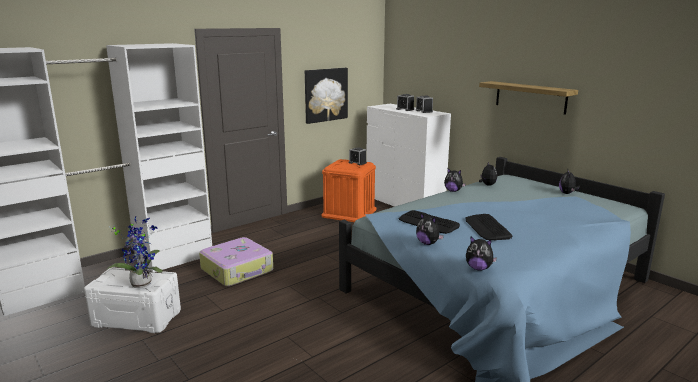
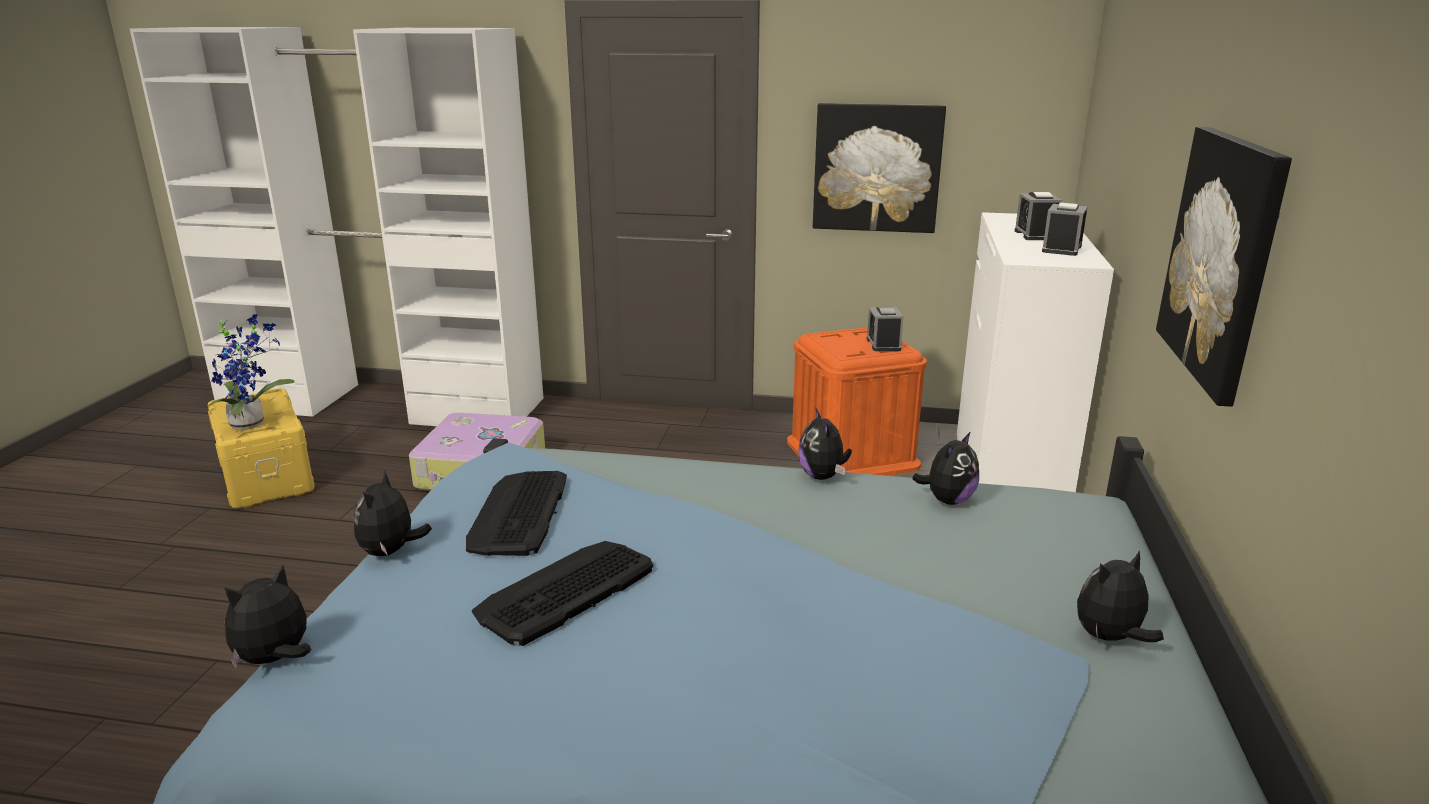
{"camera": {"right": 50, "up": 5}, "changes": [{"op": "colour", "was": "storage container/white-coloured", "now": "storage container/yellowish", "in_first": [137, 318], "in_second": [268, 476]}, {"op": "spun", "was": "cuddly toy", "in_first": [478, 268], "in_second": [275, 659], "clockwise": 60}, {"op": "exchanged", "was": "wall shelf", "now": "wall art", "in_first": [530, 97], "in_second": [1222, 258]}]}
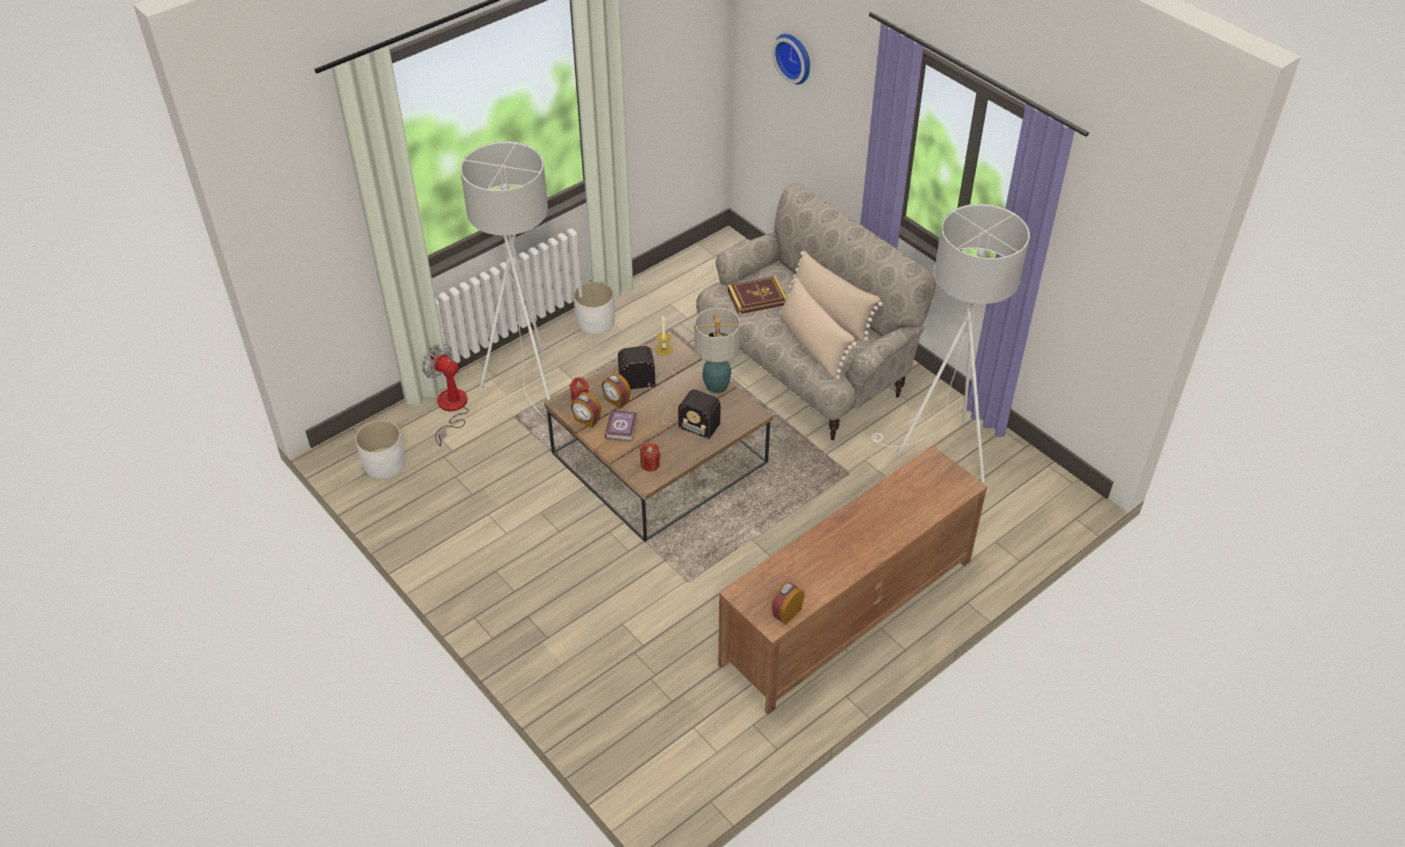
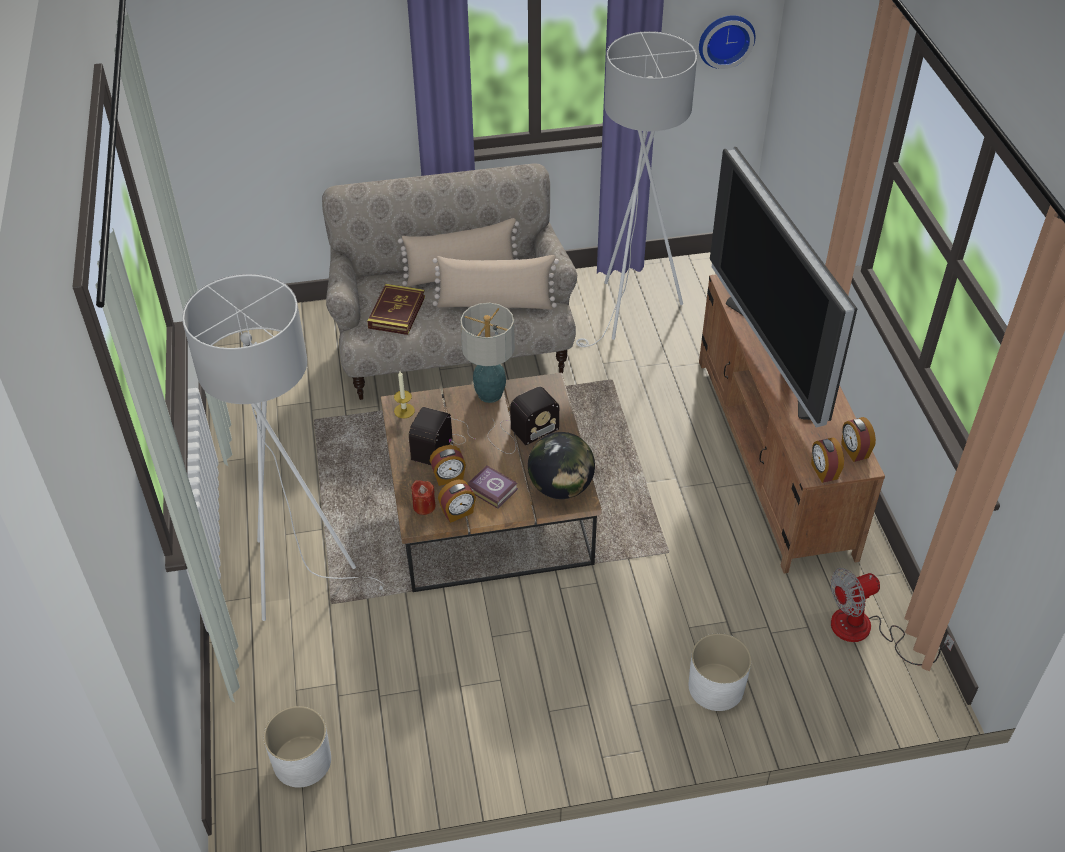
{"camera": {"right": -60, "up": 0}, "changes": [{"op": "exchanged", "was": "wax candle/reddish", "now": "globe", "in_first": [650, 464], "in_second": [560, 487]}, {"op": "relocated", "was": "plant pot/white-coloured", "in_first": [595, 321], "in_second": [715, 687]}, {"op": "relocated", "was": "hanging clock", "in_first": [795, 57], "in_second": [725, 39]}, {"op": "appeared", "now": "TV set", "in_second": [776, 355]}, {"op": "appeared", "now": "table clock", "in_second": [823, 471]}, {"op": "relocated", "was": "fan", "in_first": [451, 409], "in_second": [865, 632]}]}
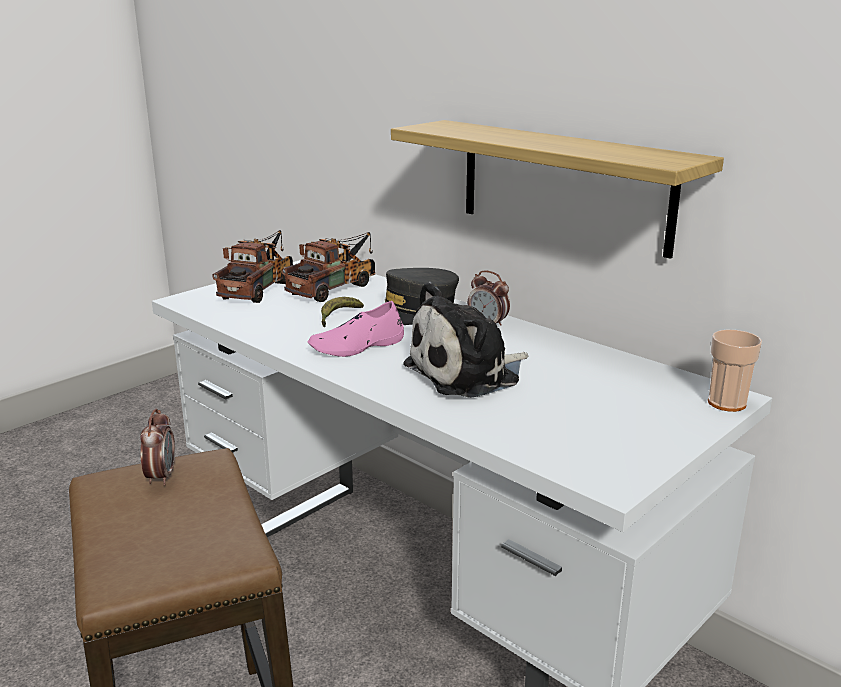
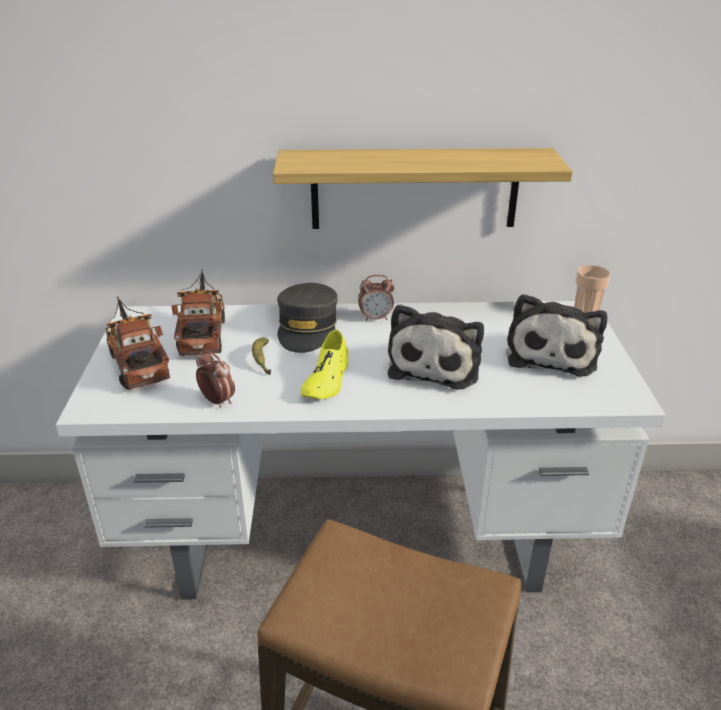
{"camera": {"right": -45, "up": 10}, "changes": [{"op": "relocated", "was": "table clock", "in_first": [161, 477], "in_second": [217, 401]}, {"op": "colour", "was": "shoe/pink", "now": "shoe/yellowish", "in_first": [357, 346], "in_second": [327, 379]}, {"op": "appeared", "now": "cuddly toy", "in_second": [551, 353]}]}
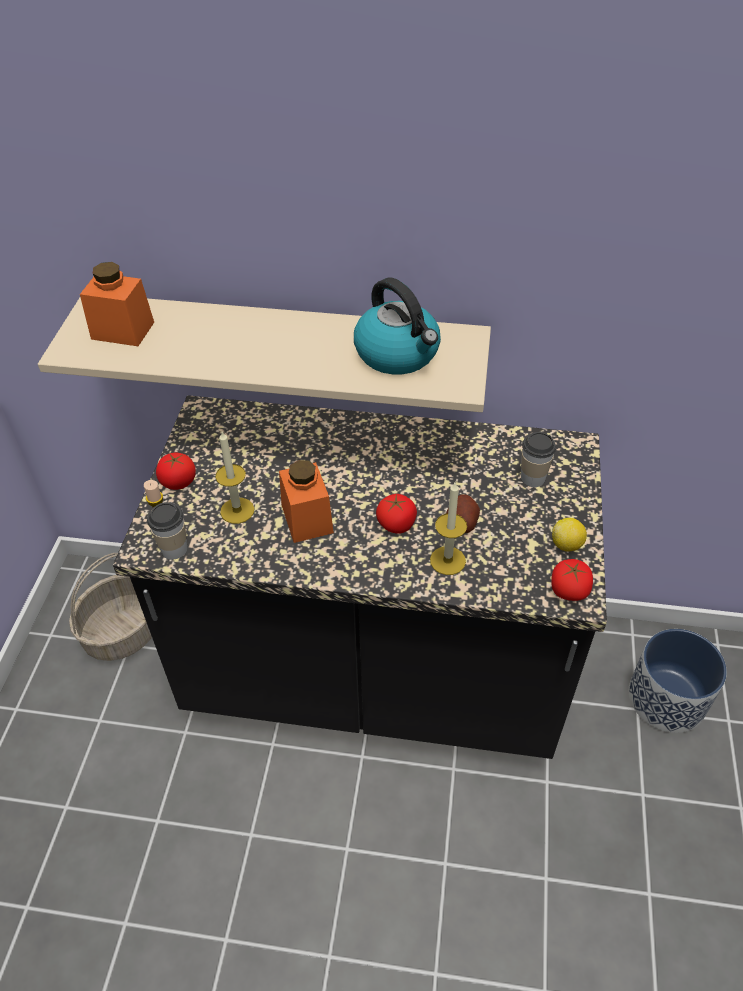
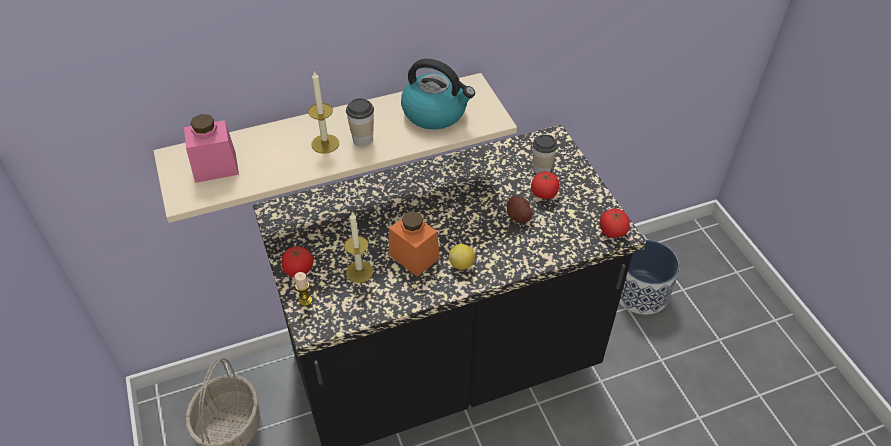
{"camera": {"right": -30, "up": 0}, "changes": [{"op": "colour", "was": "storage jar/orange-coloured", "now": "storage jar/pink", "in_first": [123, 330], "in_second": [215, 167]}, {"op": "relocated", "was": "wax candle", "in_first": [447, 560], "in_second": [325, 144]}, {"op": "relocated", "was": "cup", "in_first": [174, 549], "in_second": [362, 139]}, {"op": "relocated", "was": "whole lemon", "in_first": [567, 545], "in_second": [461, 264]}, {"op": "relocated", "was": "tomato", "in_first": [396, 524], "in_second": [544, 193]}]}
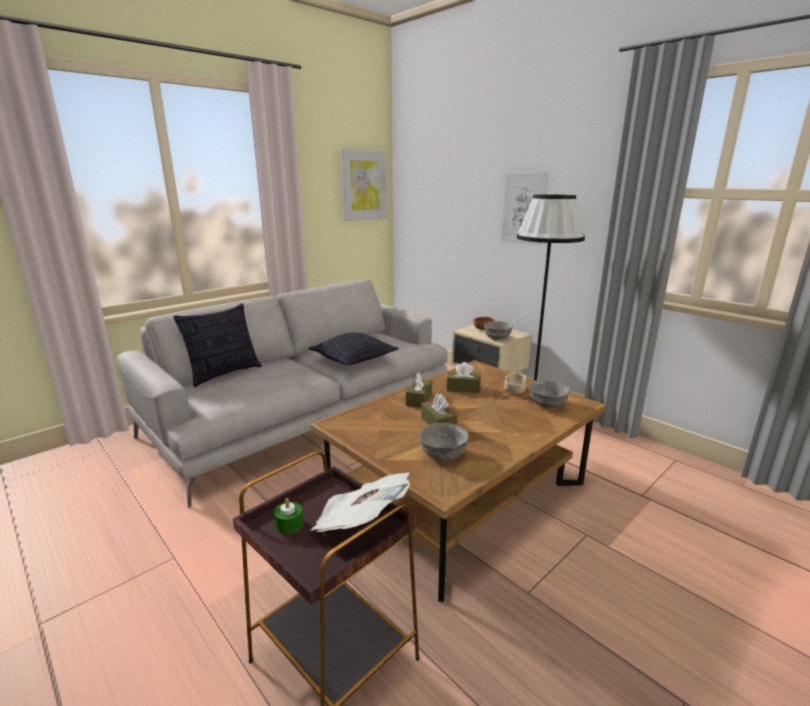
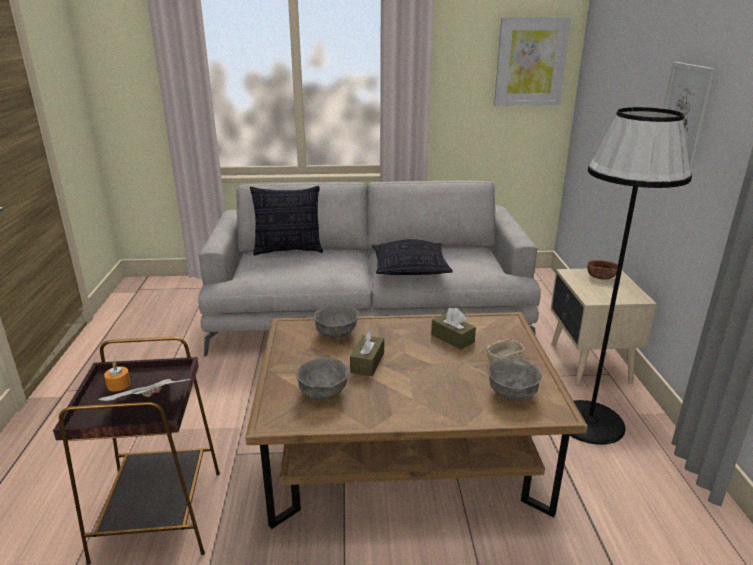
{"camera": {"right": 40, "up": 5}, "changes": [{"op": "colour", "was": "wax candle/green-coloured", "now": "wax candle/orange-coloured", "in_first": [289, 524], "in_second": [118, 384]}, {"op": "relocated", "was": "deep dish/grey", "in_first": [497, 338], "in_second": [336, 333]}, {"op": "missing", "was": "tissue box/brownish", "in_first": [419, 399]}]}
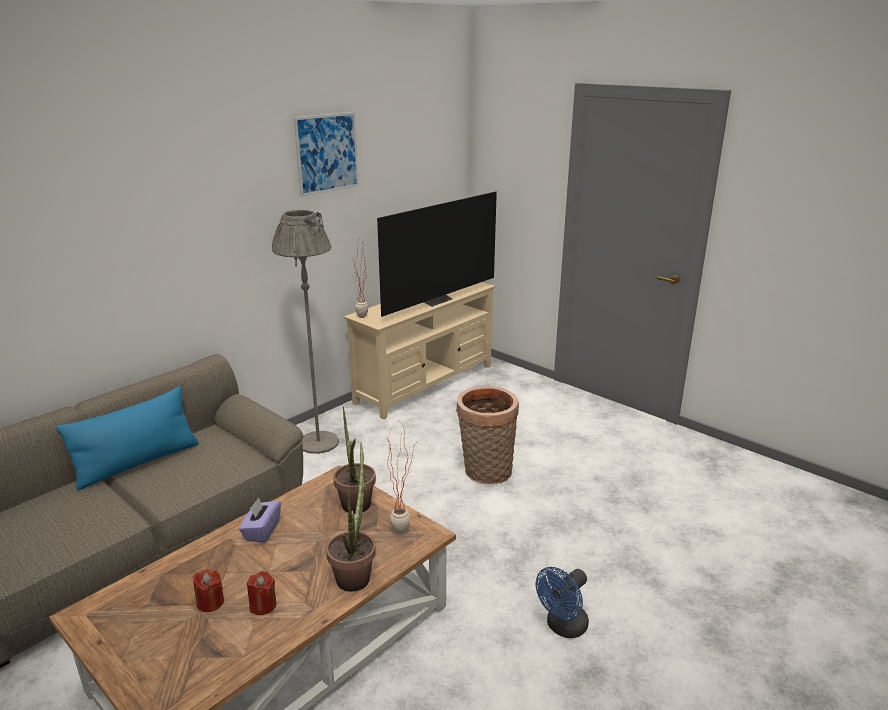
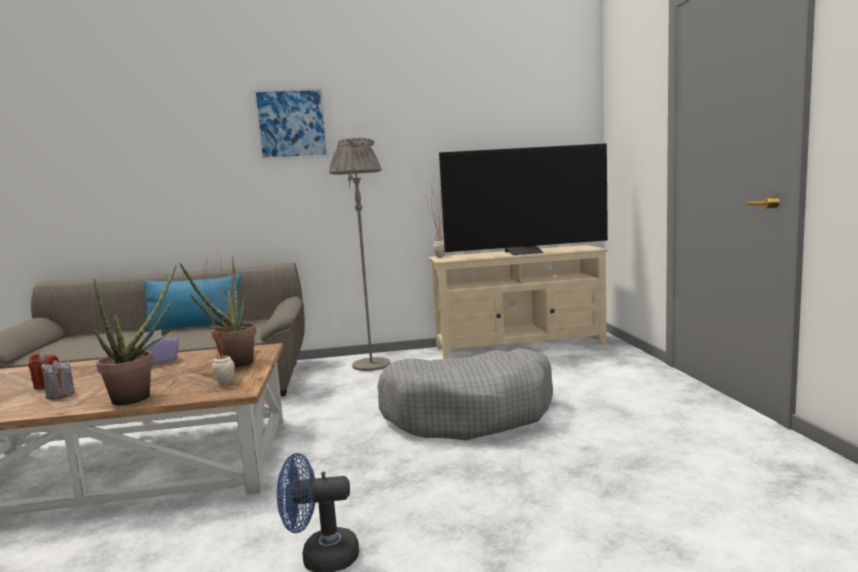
{"camera": {"right": 40, "up": -15}, "changes": [{"op": "colour", "was": "wax candle/reddish", "now": "wax candle/grey", "in_first": [263, 605], "in_second": [60, 395]}, {"op": "relocated", "was": "wall art", "in_first": [327, 153], "in_second": [291, 124]}, {"op": "exchanged", "was": "household basket", "now": "dog bed/grey", "in_first": [485, 473], "in_second": [469, 413]}]}
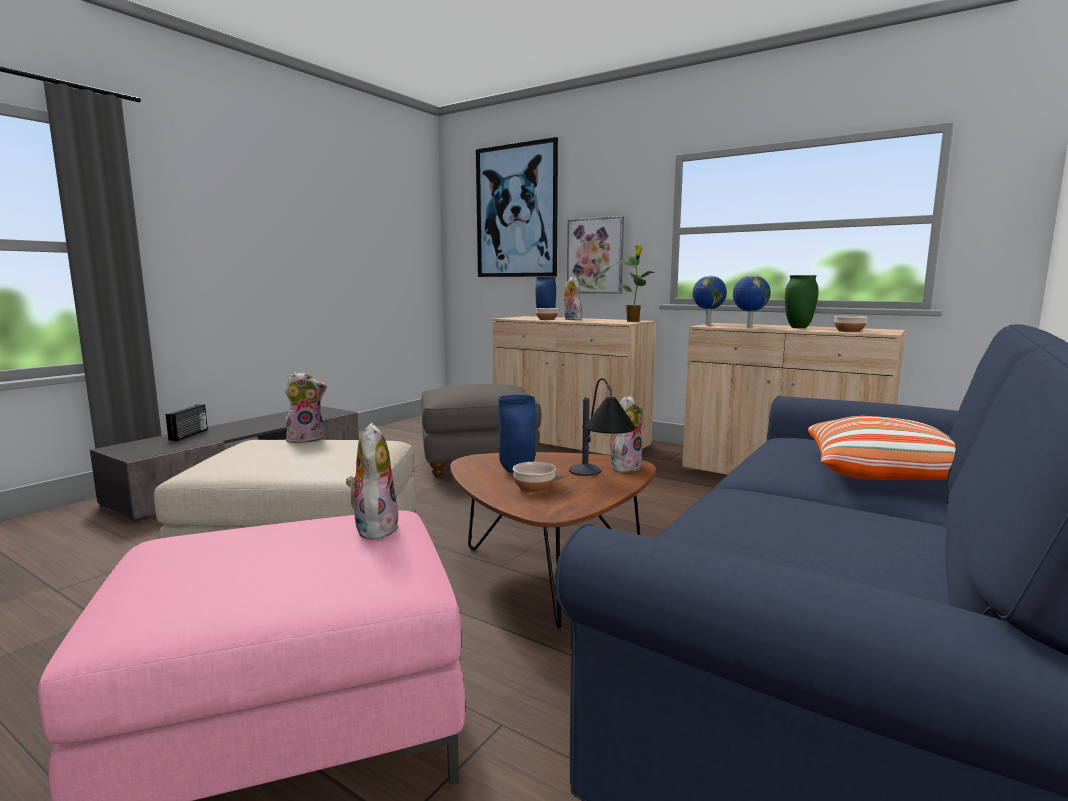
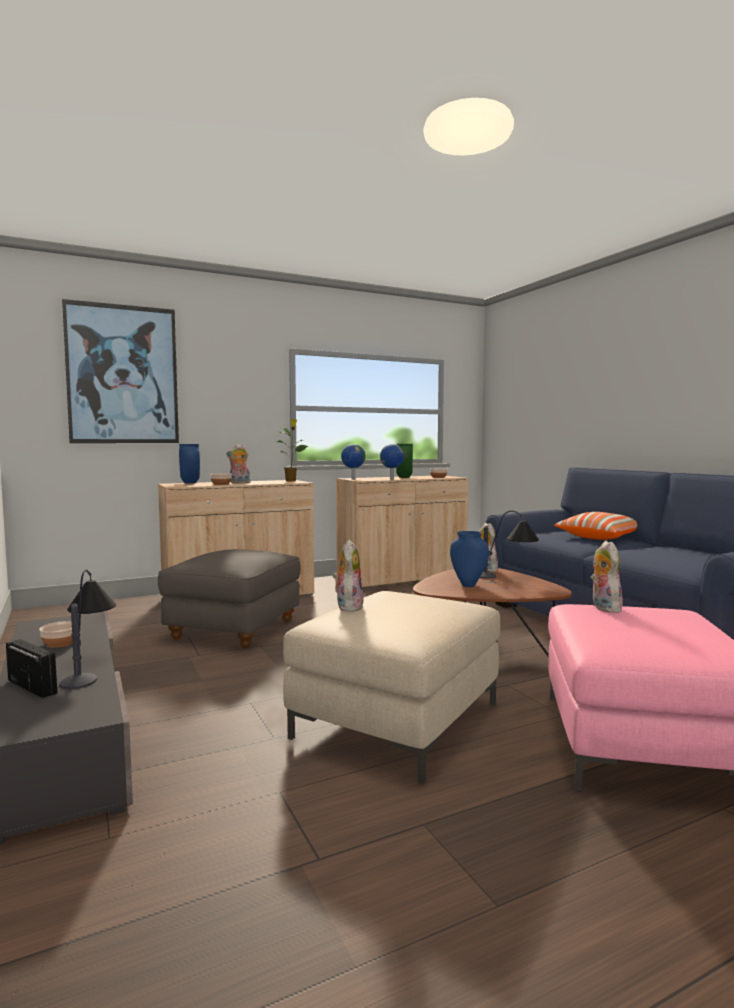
{"camera": {"right": -60, "up": -5}, "changes": [{"op": "relocated", "was": "deep dish", "in_first": [533, 488], "in_second": [59, 643]}, {"op": "appeared", "now": "lamp for a table", "in_second": [88, 668]}, {"op": "spun", "was": "cuddly toy", "in_first": [374, 528], "in_second": [603, 608], "clockwise": 60}, {"op": "missing", "was": "wall art", "in_first": [595, 256]}]}
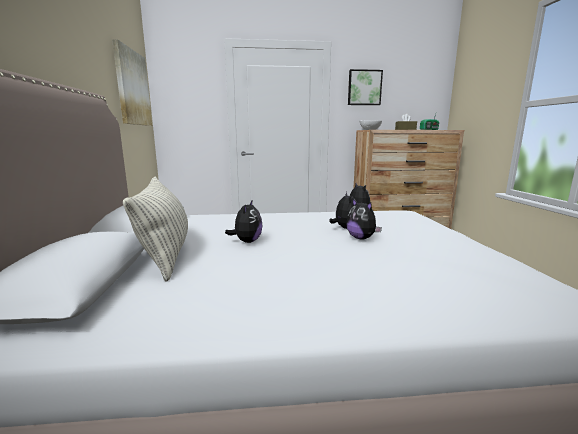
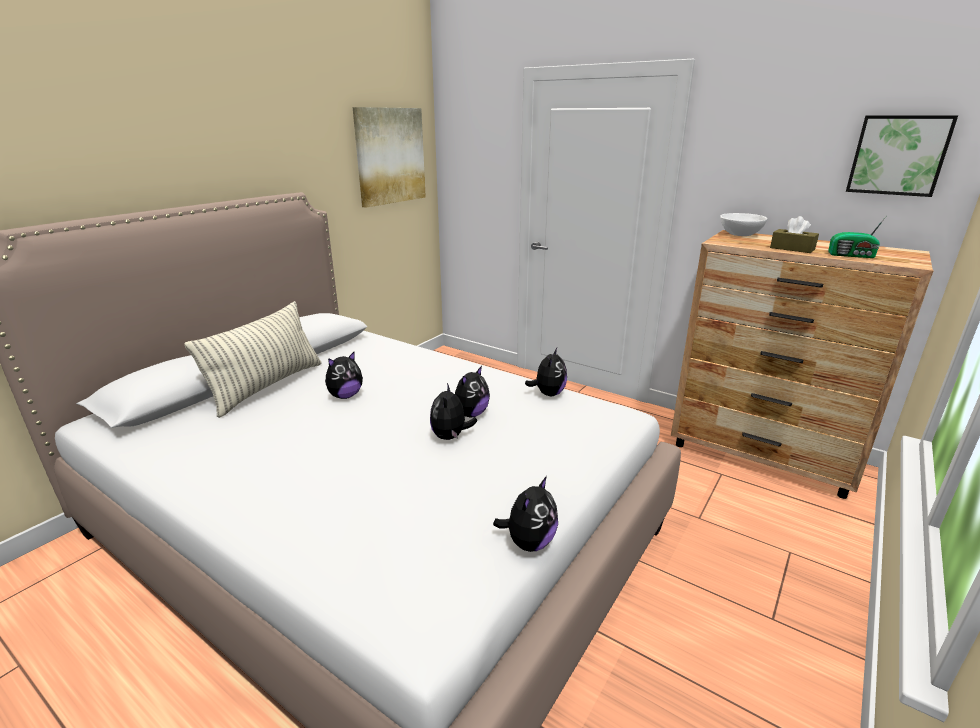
{"camera": {"right": 40, "up": 10}, "changes": [{"op": "appeared", "now": "cuddly toy", "in_second": [529, 542]}, {"op": "relocated", "was": "wall art", "in_first": [364, 88], "in_second": [898, 155]}]}
